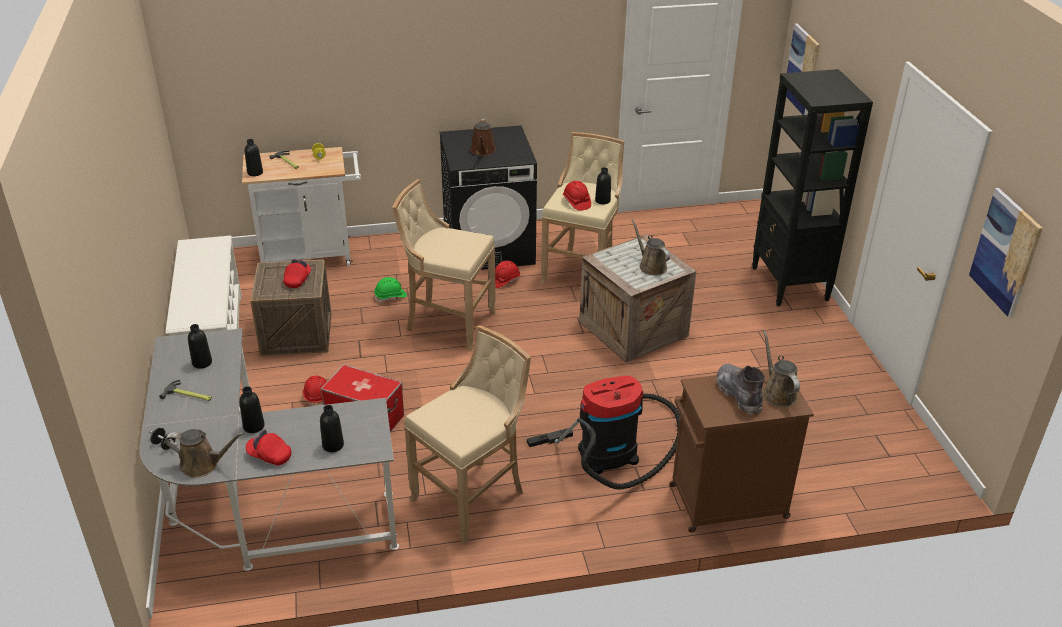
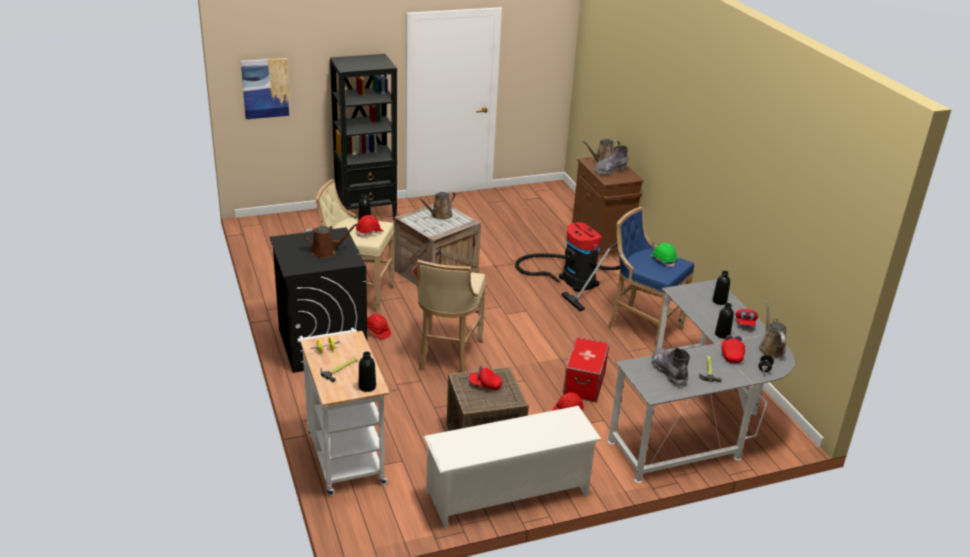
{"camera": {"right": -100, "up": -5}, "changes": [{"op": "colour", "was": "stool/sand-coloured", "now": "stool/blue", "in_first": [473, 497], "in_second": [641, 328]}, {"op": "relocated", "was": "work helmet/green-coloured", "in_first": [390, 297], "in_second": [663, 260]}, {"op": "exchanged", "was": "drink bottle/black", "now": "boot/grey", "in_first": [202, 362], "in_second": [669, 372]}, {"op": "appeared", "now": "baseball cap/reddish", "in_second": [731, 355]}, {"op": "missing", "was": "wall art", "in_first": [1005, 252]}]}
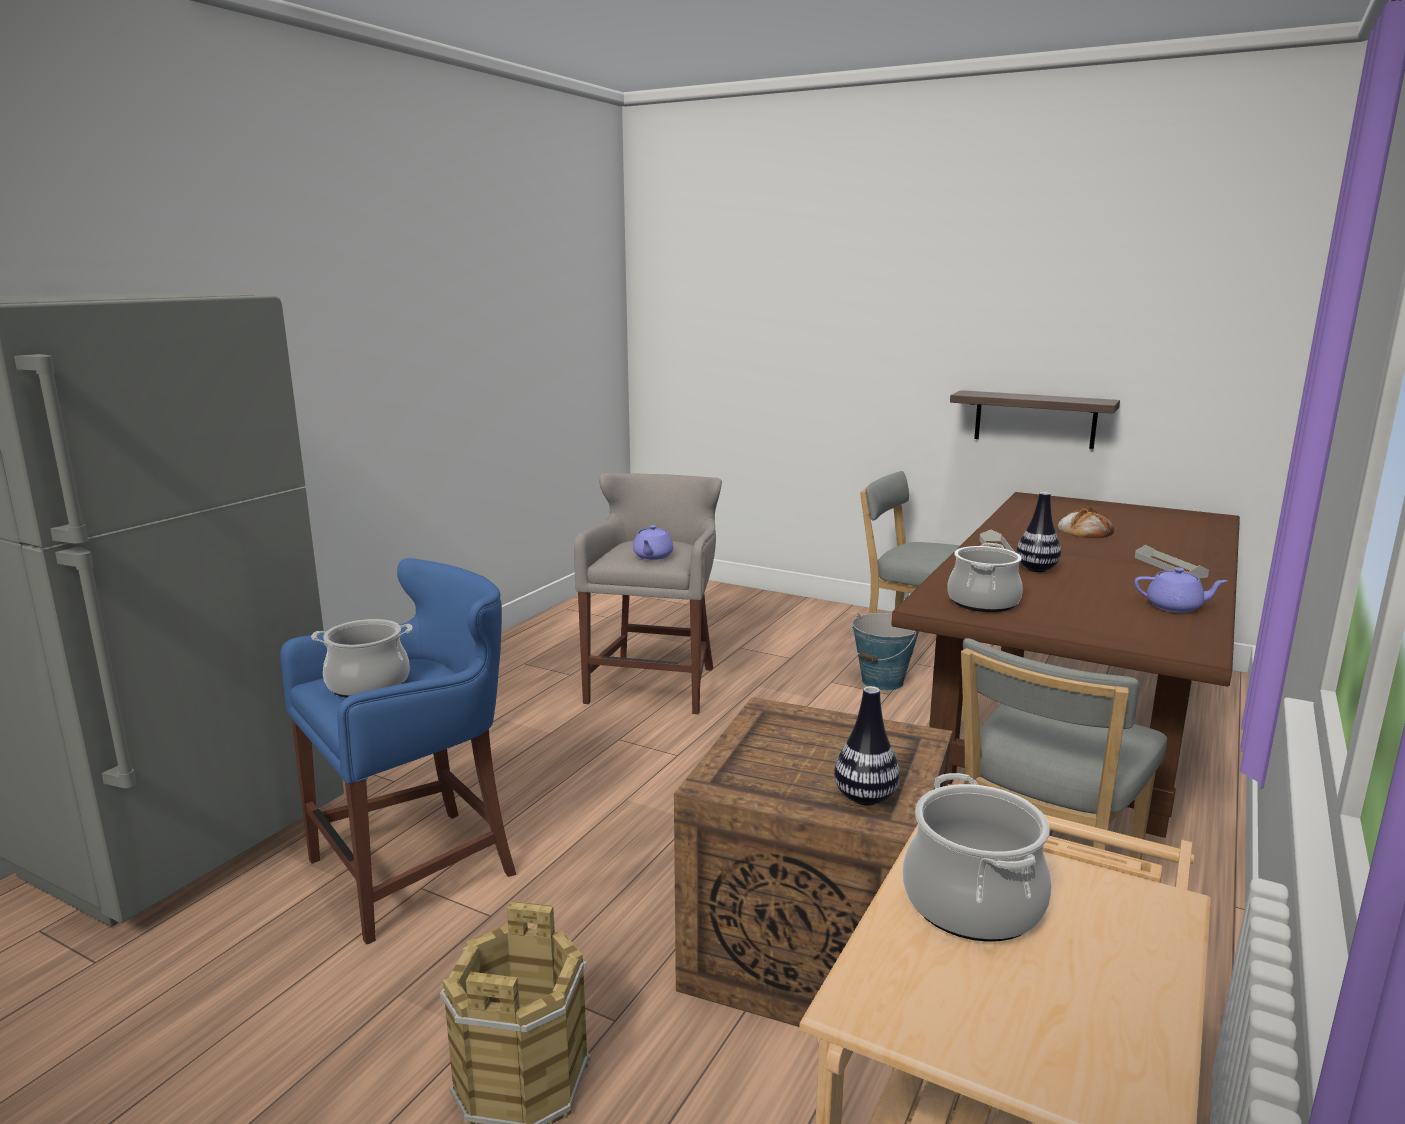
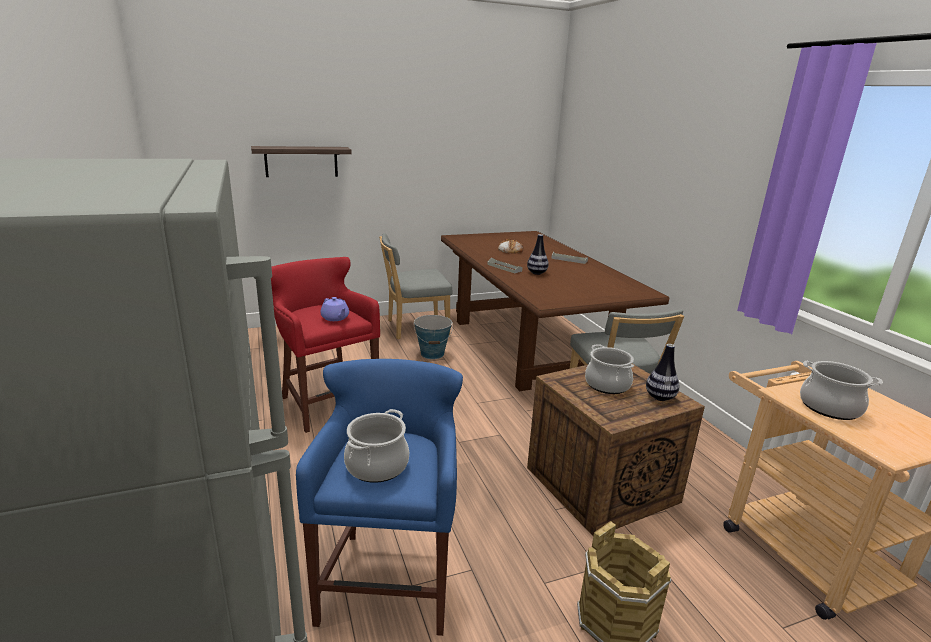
{"camera": {"right": -50, "up": 5}, "changes": [{"op": "relocated", "was": "wall shelf", "in_first": [1035, 419], "in_second": [301, 161]}, {"op": "colour", "was": "stool/grey", "now": "stool/reddish", "in_first": [655, 683], "in_second": [327, 402]}, {"op": "relocated", "was": "stockpot", "in_first": [983, 602], "in_second": [607, 384]}, {"op": "missing", "was": "pot for tea/purple", "in_first": [1175, 607]}]}
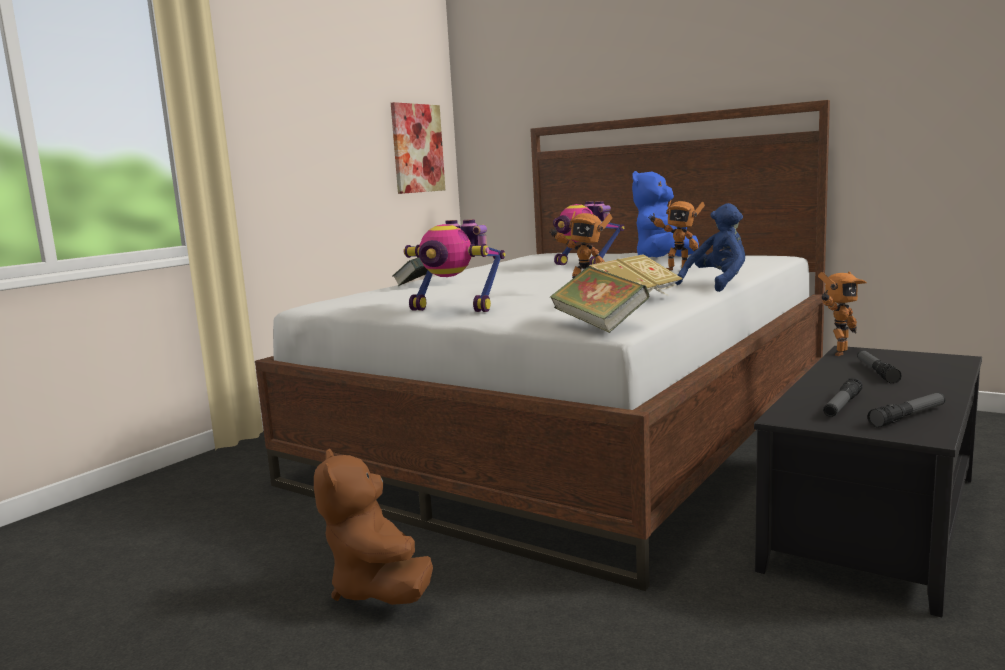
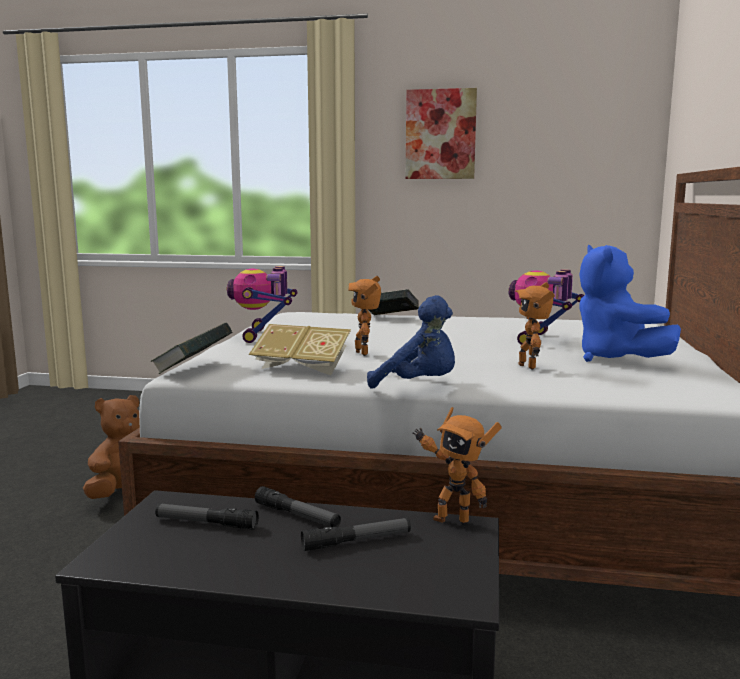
{"camera": {"right": 65, "up": 0}, "changes": [{"op": "relocated", "was": "hand torch", "in_first": [908, 416], "in_second": [297, 516]}, {"op": "relocated", "was": "wall art", "in_first": [417, 148], "in_second": [440, 134]}, {"op": "spun", "was": "cuddly toy/blue", "in_first": [664, 260], "in_second": [615, 359], "clockwise": -120}]}
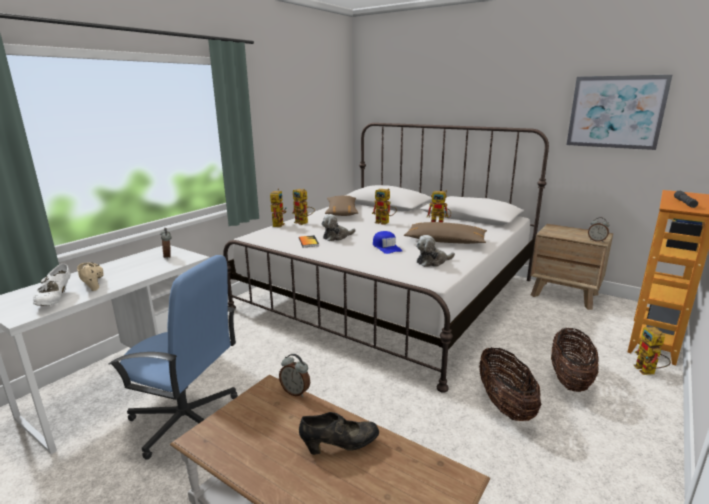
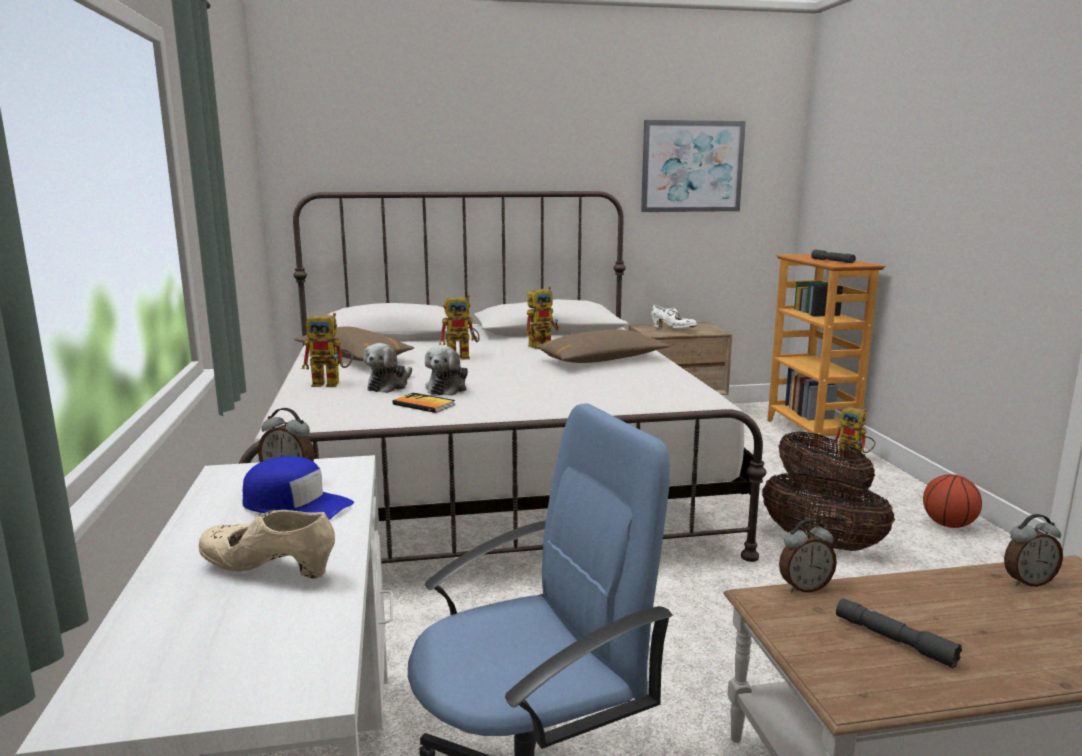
{"camera": {"right": -45, "up": -5}, "changes": [{"op": "relocated", "was": "baseball cap/blue", "in_first": [386, 247], "in_second": [296, 505]}, {"op": "relocated", "was": "cuddly toy", "in_first": [432, 262], "in_second": [389, 385]}, {"op": "relocated", "was": "shoe/white-coloured", "in_first": [55, 299], "in_second": [672, 329]}, {"op": "appeared", "now": "hand torch/grey", "in_second": [894, 640]}, {"op": "appeared", "now": "basketball ball", "in_second": [948, 525]}, {"op": "relocated", "was": "table clock", "in_first": [596, 240], "in_second": [1027, 582]}, {"op": "missing", "was": "model robot", "in_first": [278, 224]}, {"op": "missing", "was": "shoe/black", "in_first": [340, 446]}]}
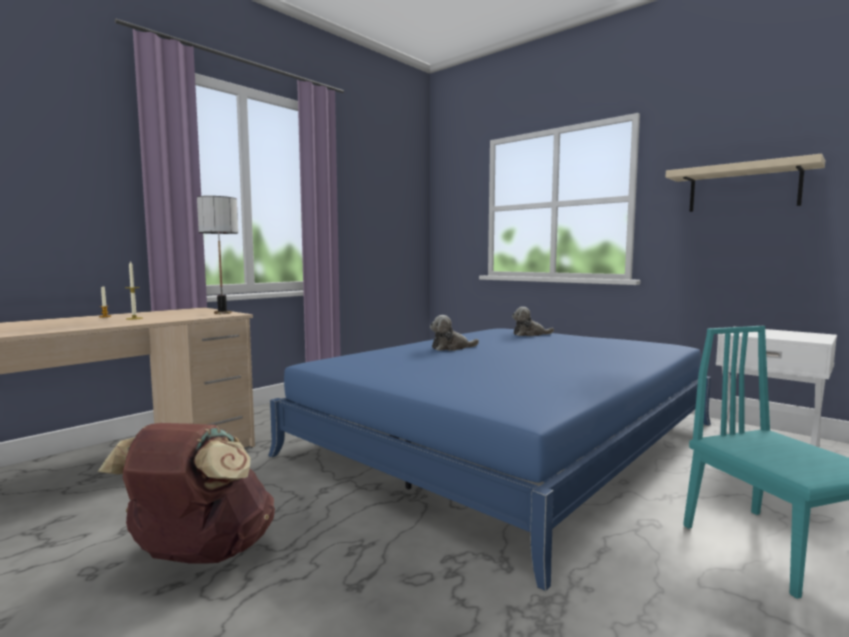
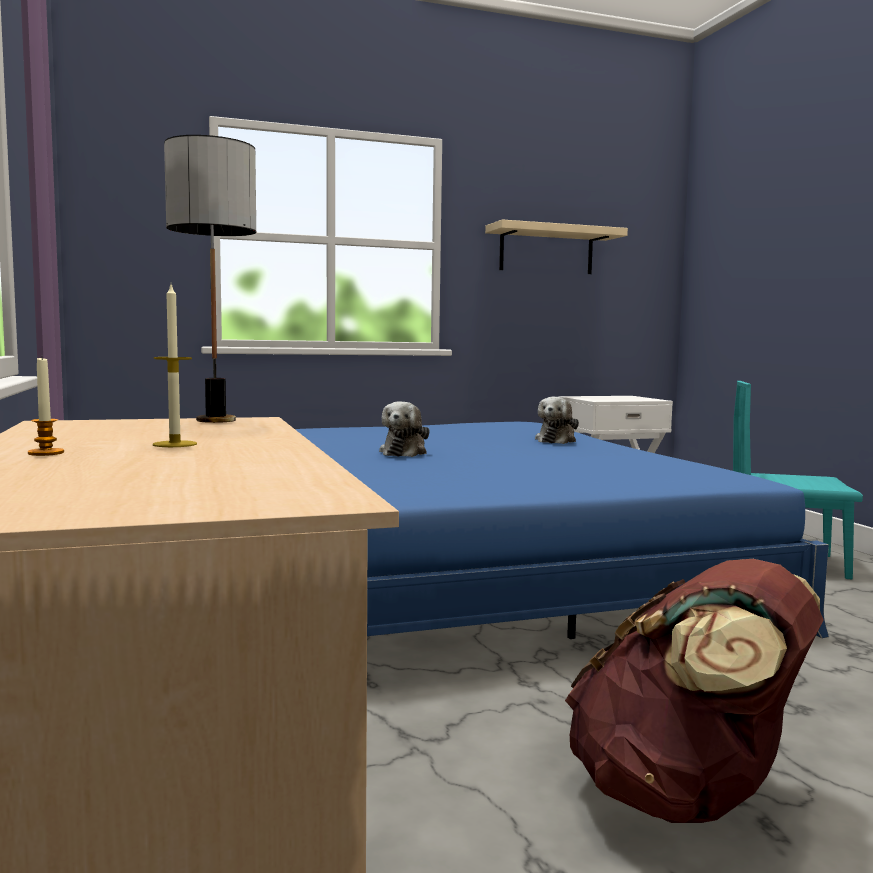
{"camera": {"right": -60, "up": 0}, "changes": [{"op": "relocated", "was": "cuddly toy", "in_first": [529, 334], "in_second": [556, 440]}]}
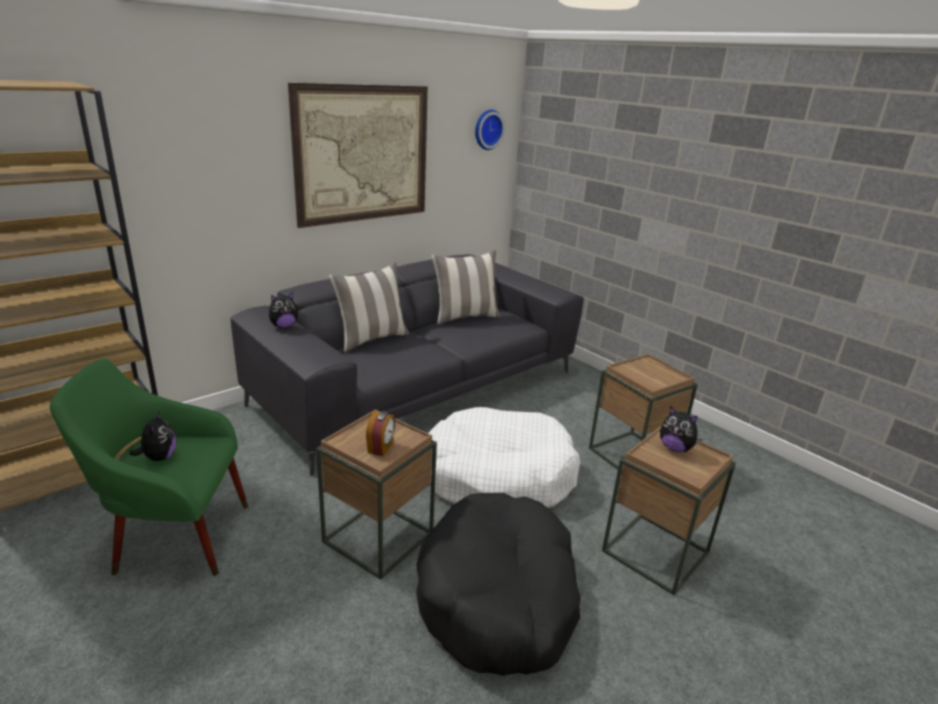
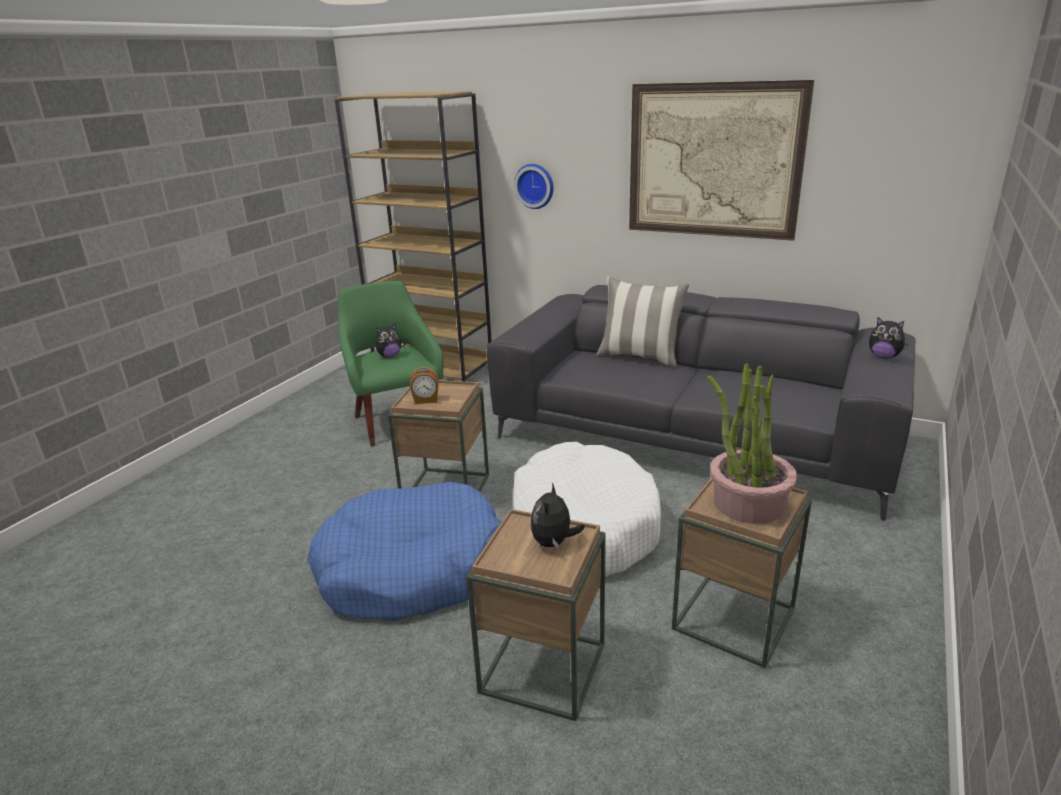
{"camera": {"right": 70, "up": 0}, "changes": [{"op": "colour", "was": "dog bed/black", "now": "dog bed/blue", "in_first": [498, 596], "in_second": [412, 569]}, {"op": "relocated", "was": "hanging clock", "in_first": [487, 129], "in_second": [535, 185]}, {"op": "appeared", "now": "plant in a pot", "in_second": [748, 503]}, {"op": "relocated", "was": "cuddly toy", "in_first": [284, 326], "in_second": [884, 356]}, {"op": "missing", "was": "cushion", "in_first": [465, 317]}]}
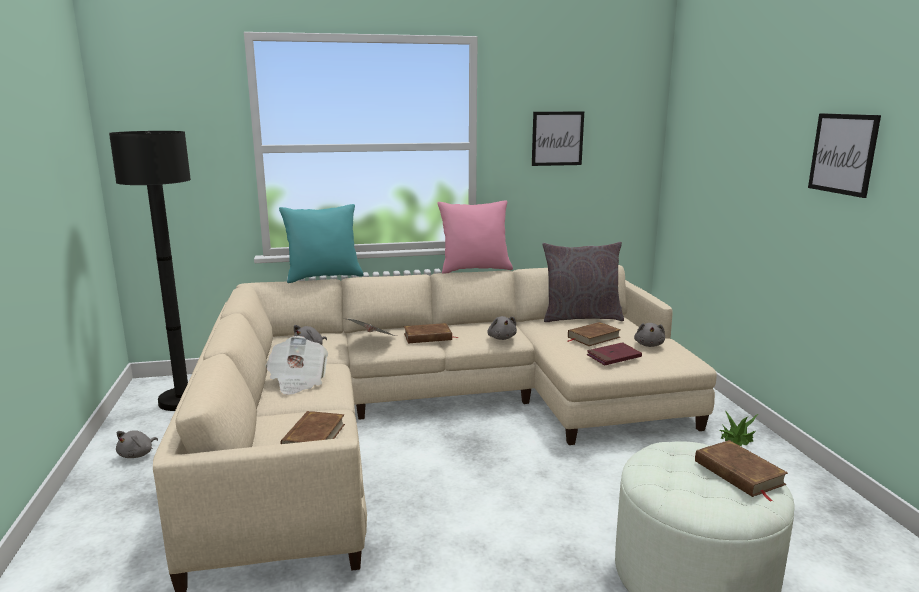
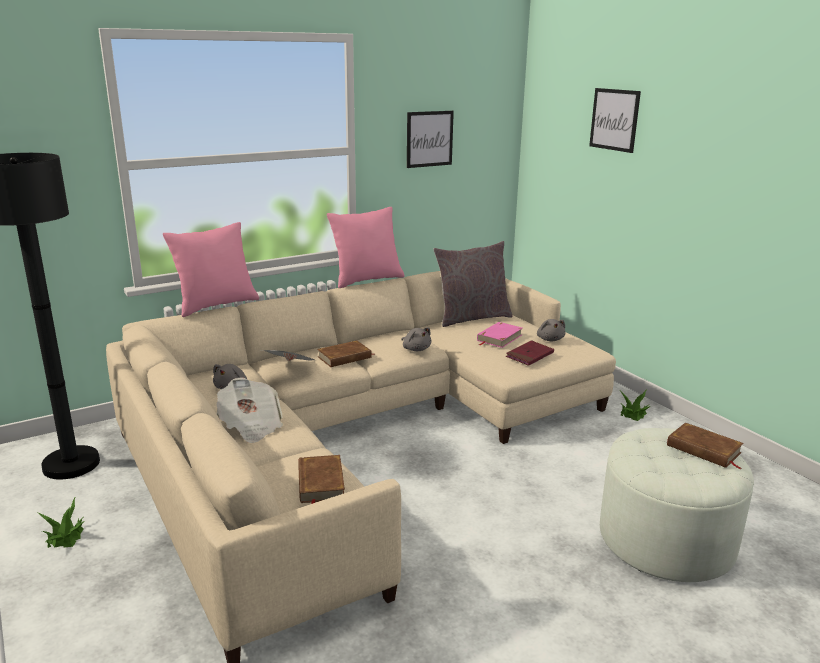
{"camera": {"right": -20, "up": 5}, "changes": [{"op": "exchanged", "was": "cuddly toy/grey", "now": "plant in a pot", "in_first": [137, 454], "in_second": [66, 536]}, {"op": "colour", "was": "cushion/turquoise", "now": "cushion/pink", "in_first": [324, 277], "in_second": [216, 305]}, {"op": "colour", "was": "book/brownish", "now": "book/pink", "in_first": [593, 337], "in_second": [499, 338]}, {"op": "relocated", "was": "wall art", "in_first": [843, 154], "in_second": [614, 119]}]}
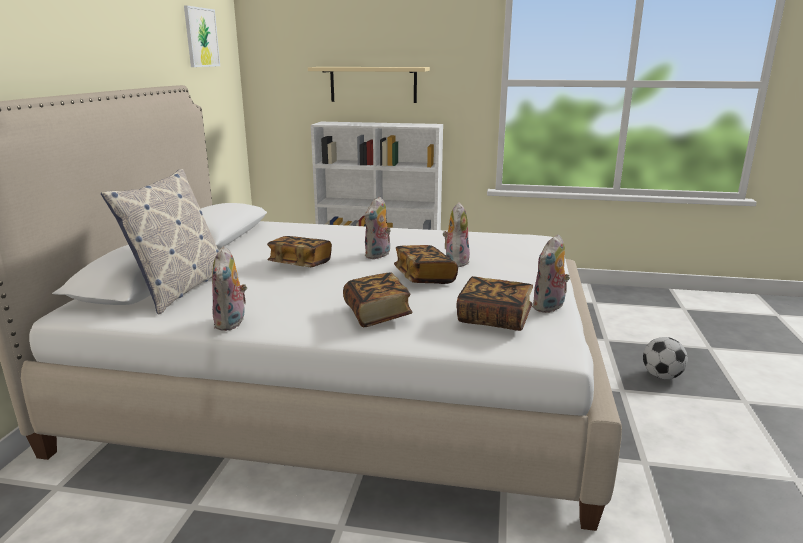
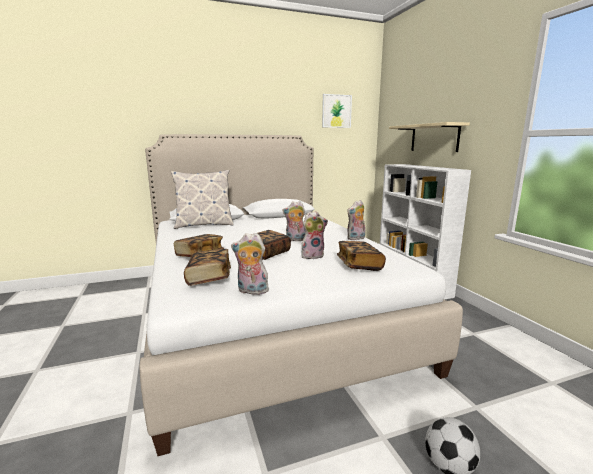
{"camera": {"right": 60, "up": -5}, "changes": [{"op": "relocated", "was": "book", "in_first": [300, 264], "in_second": [359, 265]}, {"op": "relocated", "was": "cuddly toy", "in_first": [232, 323], "in_second": [356, 238]}]}
